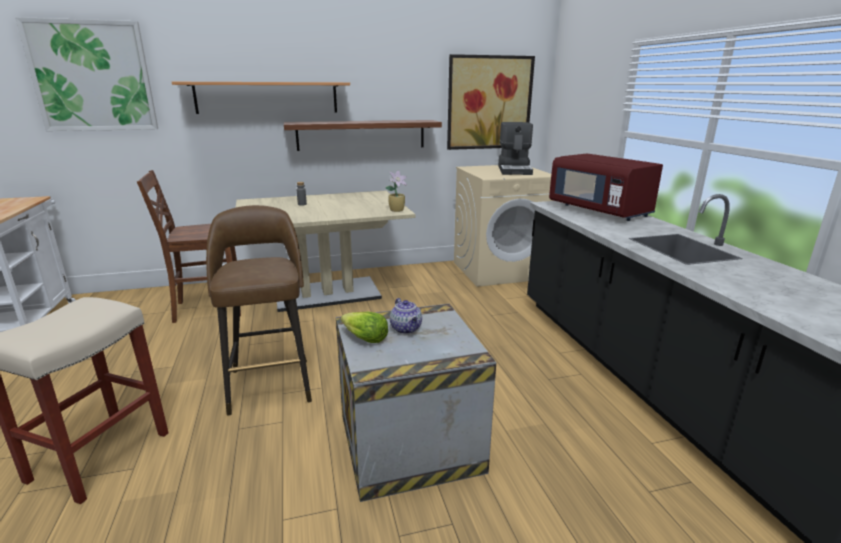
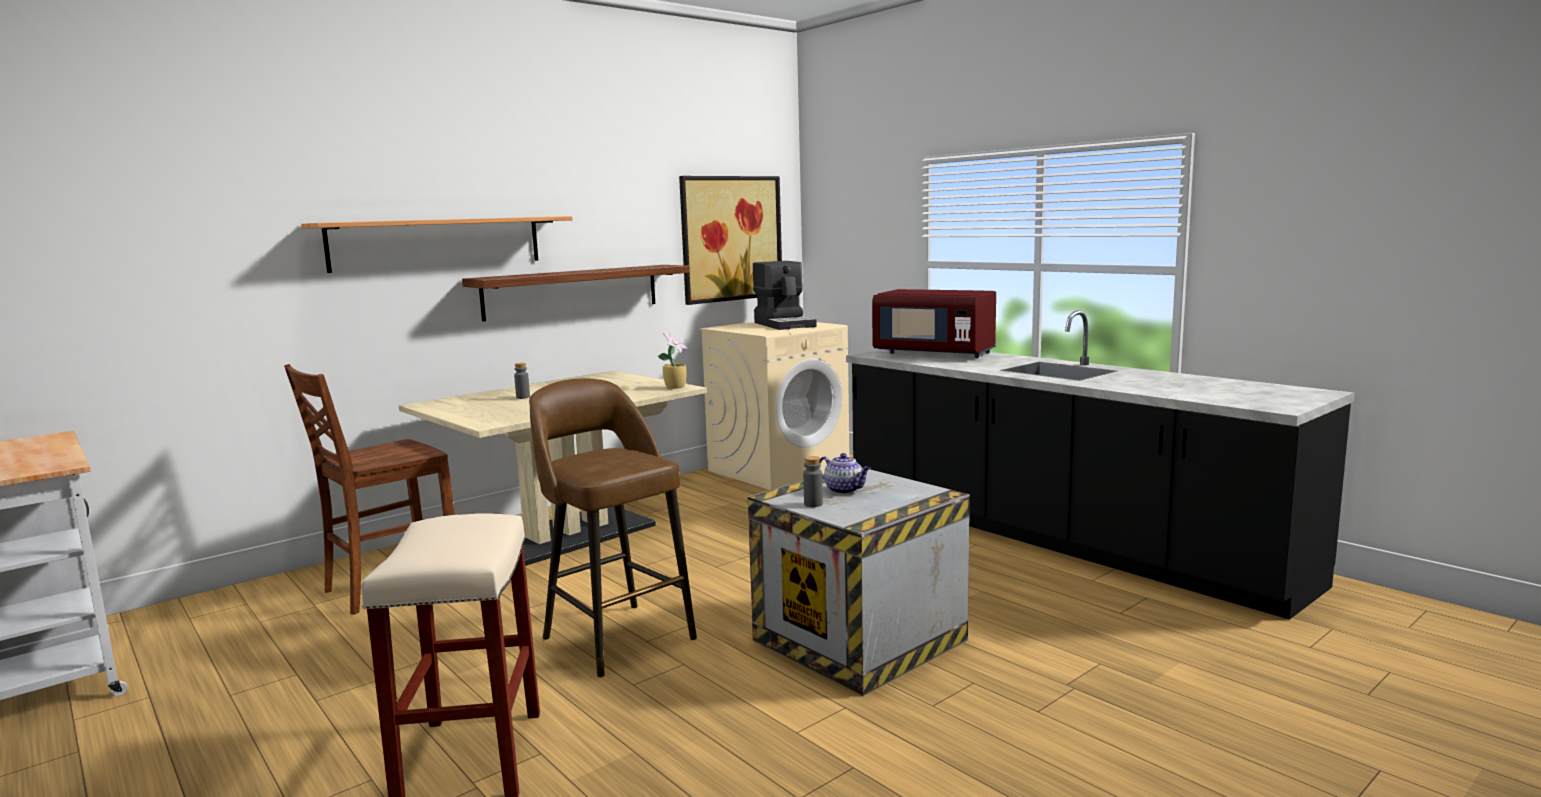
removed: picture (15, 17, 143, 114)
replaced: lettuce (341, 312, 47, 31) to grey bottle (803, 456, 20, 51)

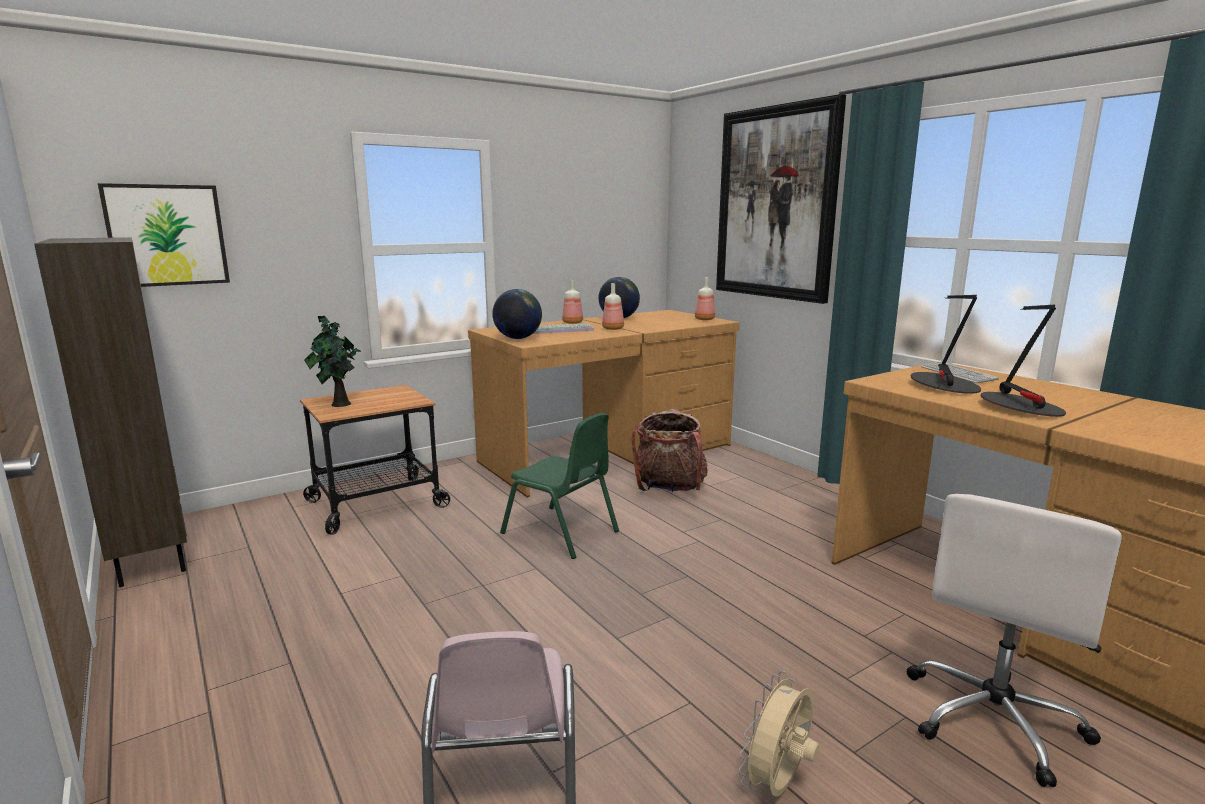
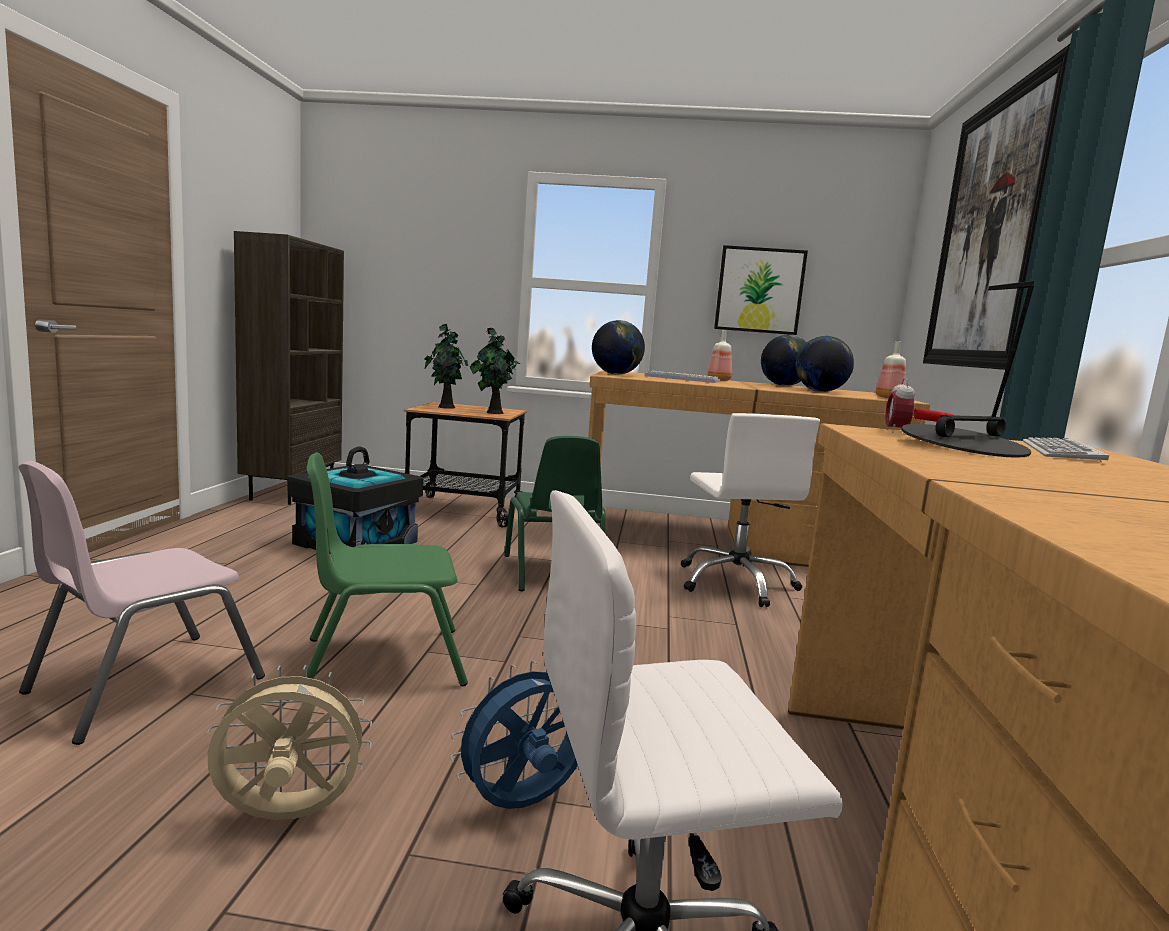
removed: bottle (602, 283, 22, 47); table lamp (980, 304, 86, 113)
added: black storage box (288, 447, 135, 107); green chair (304, 452, 164, 234); blue fan (450, 660, 128, 149); potted plant (470, 328, 50, 86); globe (796, 336, 58, 56); alarm clock (885, 378, 30, 55)
moved: picture (98, 183, 132, 104) to (714, 245, 94, 90)
replaced: backpack (632, 409, 76, 84) to white office chair (681, 413, 139, 194)

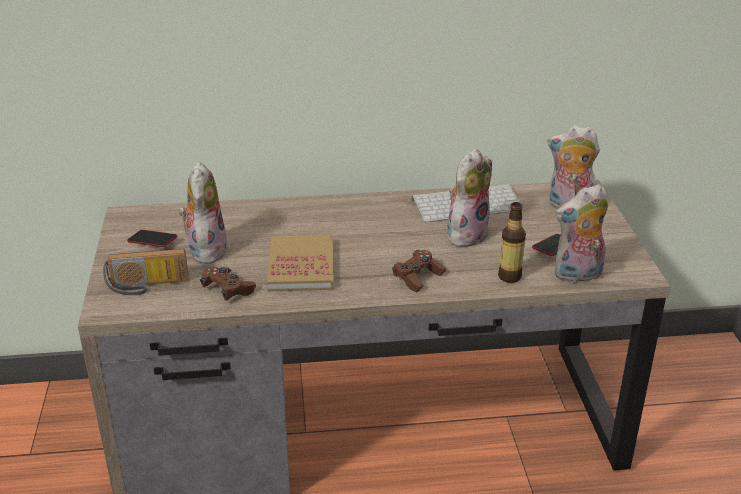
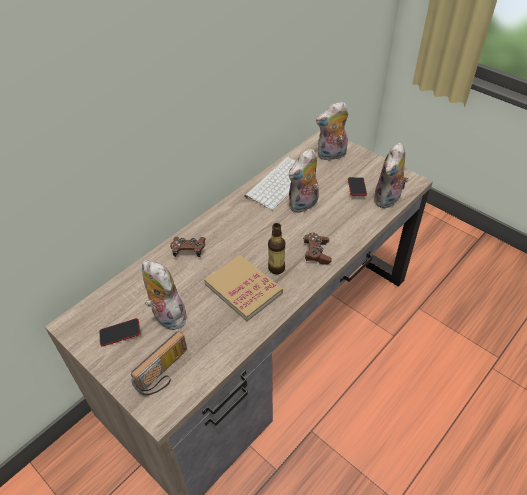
moved: brown game controller (200, 267, 56, 34) to (170, 237, 36, 20); bottle (498, 202, 28, 81) to (268, 223, 17, 51)
turned: plush toy (447, 149, 45, 99) = (289, 149, 30, 64) 135 degrees counterclockwise

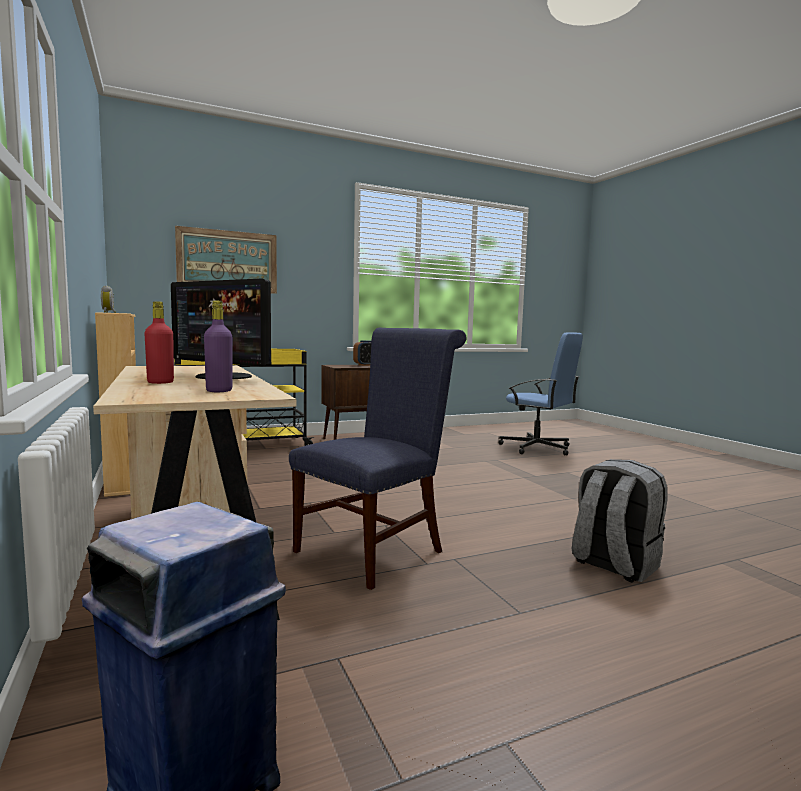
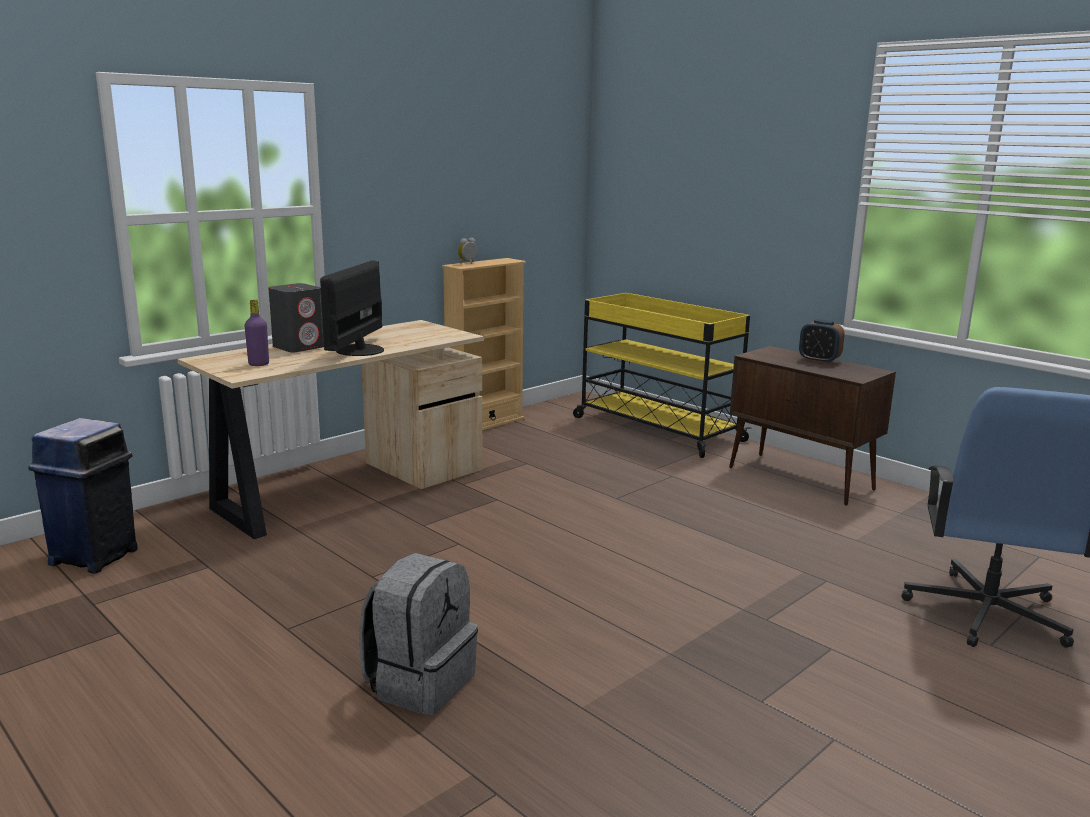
removed: picture (175, 226, 102, 68); blue chair (289, 328, 178, 262)
replaced: red bottle (144, 301, 30, 83) to grey speaker (268, 283, 56, 70)

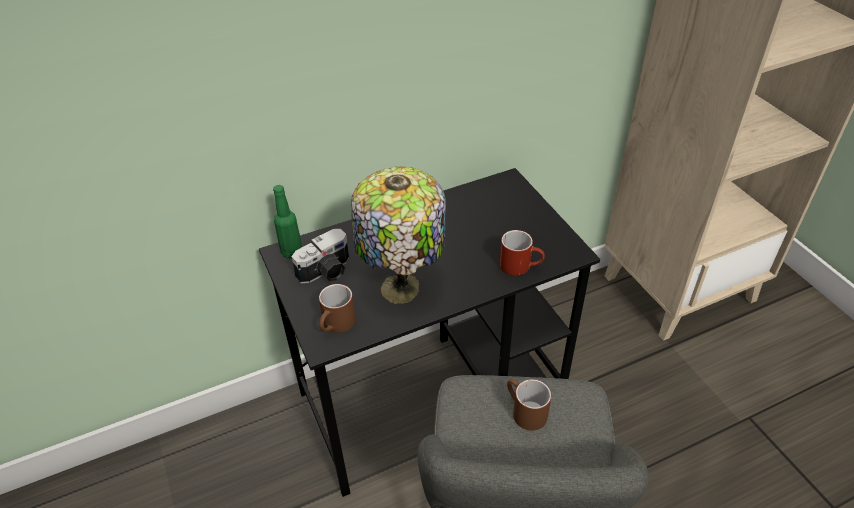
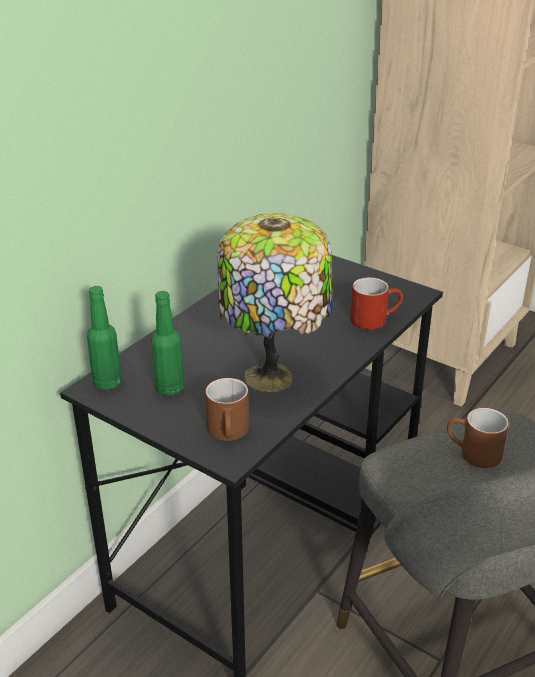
replaced: photo camera (292, 229, 57, 54) to green bottle (151, 291, 33, 105)

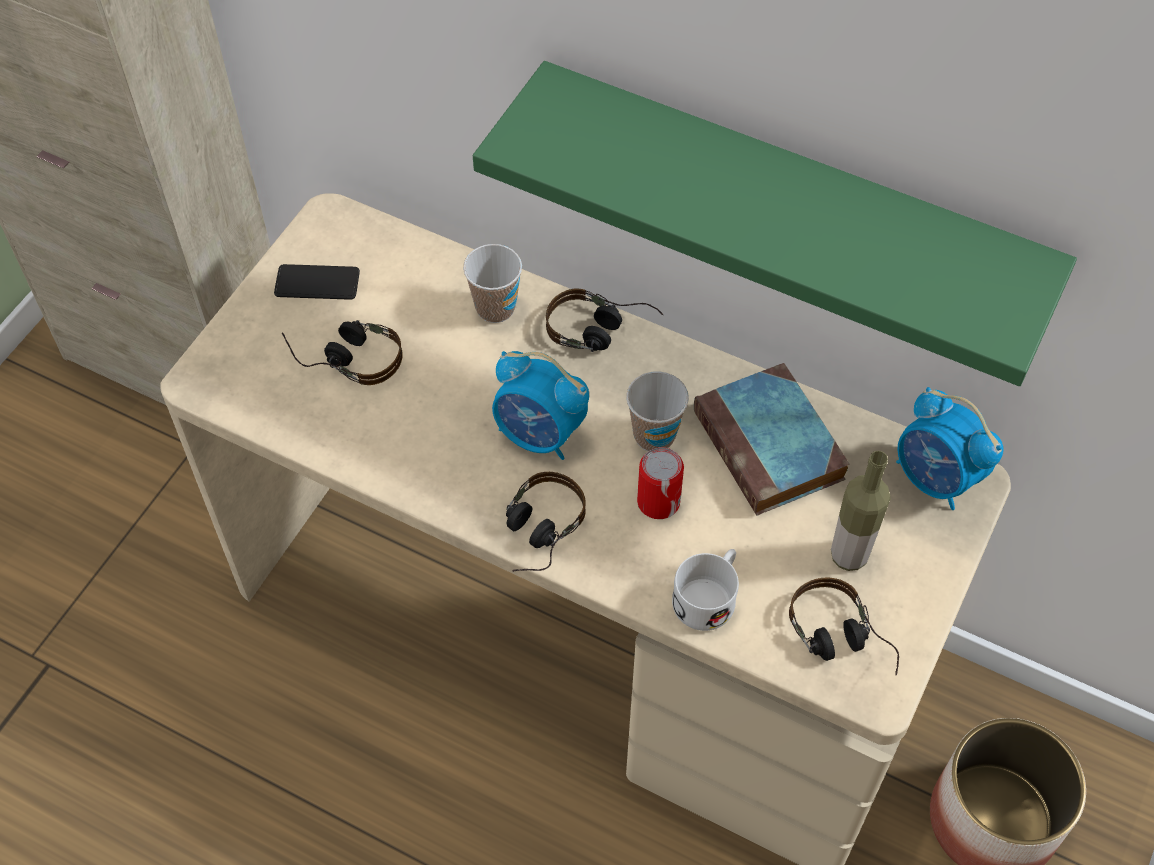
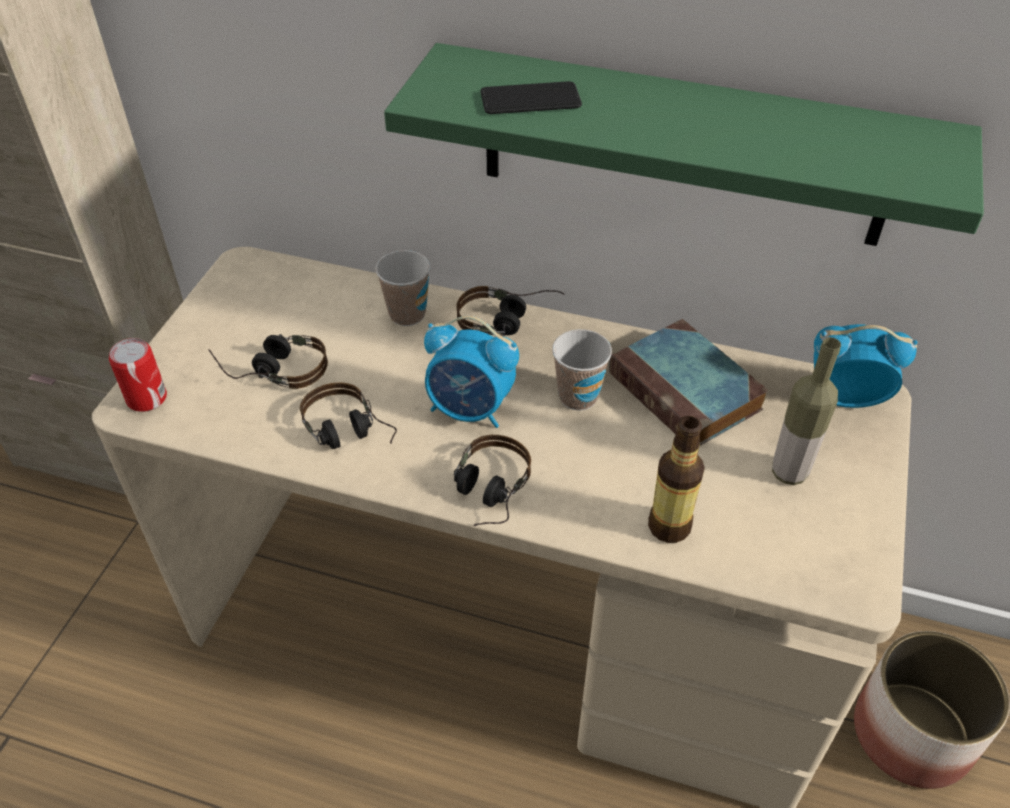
moved: can (637, 447, 47, 72) to (109, 338, 58, 74); headphones (789, 578, 110, 98) to (300, 382, 97, 67); phone (274, 264, 86, 36) to (480, 81, 102, 33)
replaced: white mug (672, 549, 67, 82) to bottle (648, 416, 57, 127)
turned: alarm clock (896, 387, 107, 123) = (814, 324, 104, 84) 150 degrees clockwise

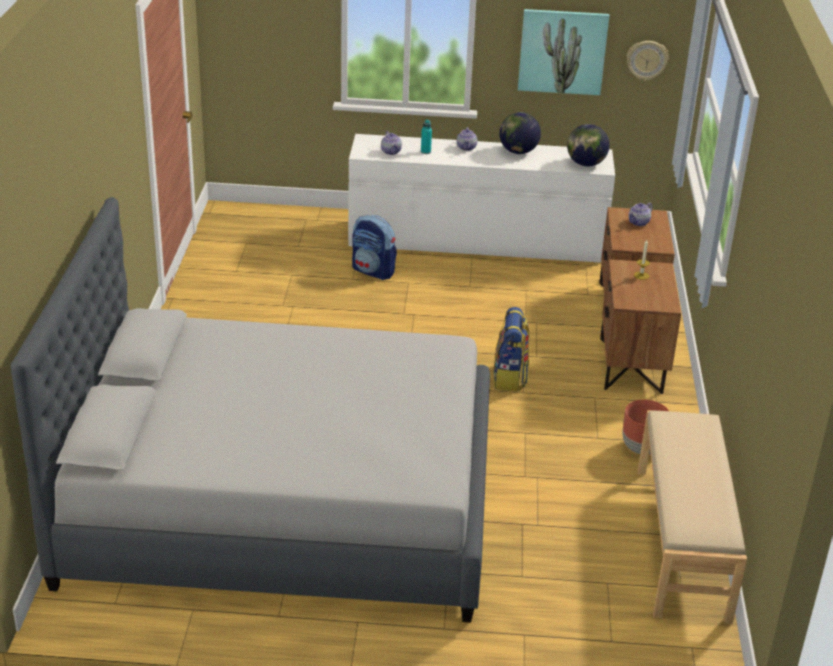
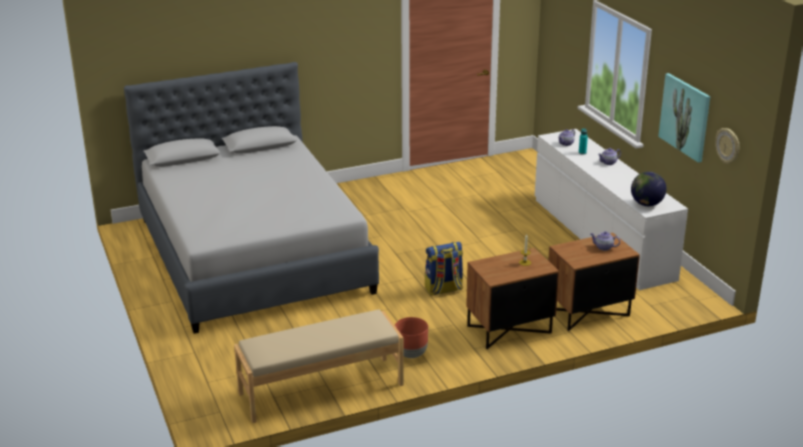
removed: backpack (352, 215, 45, 65); globe (499, 112, 42, 42)

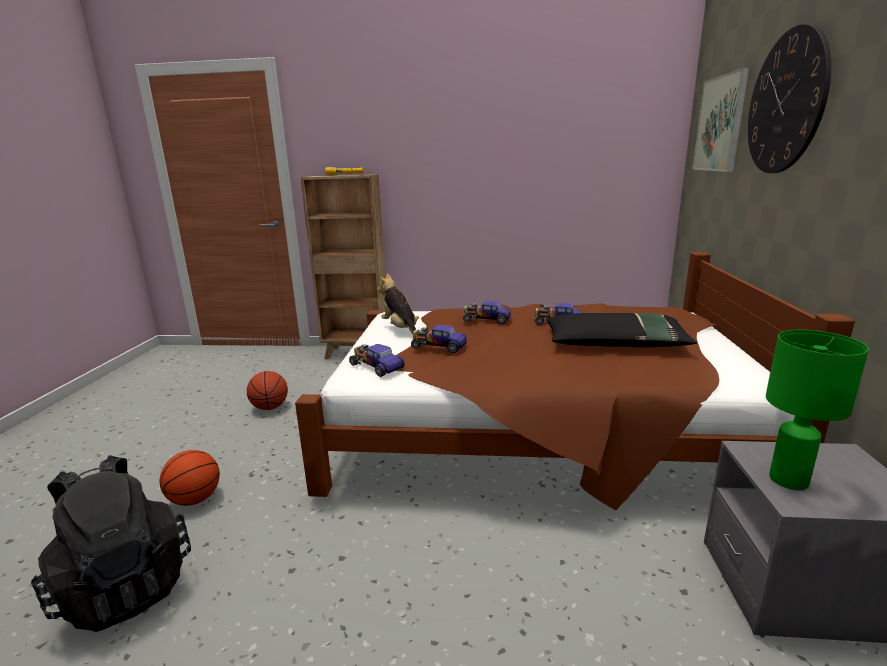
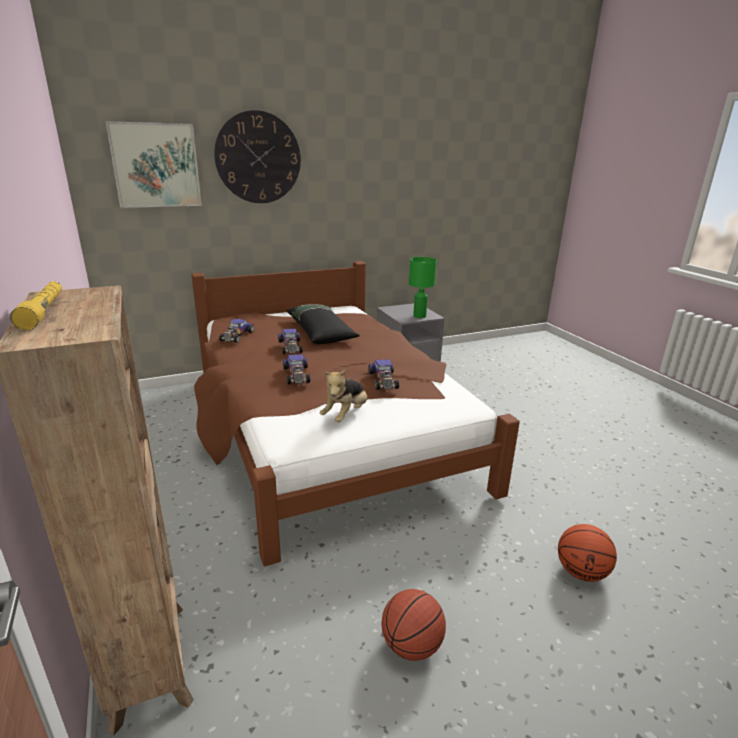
removed: black backpack (31, 455, 160, 177)
moved: toy car (349, 344, 56, 33) to (219, 319, 35, 24)

